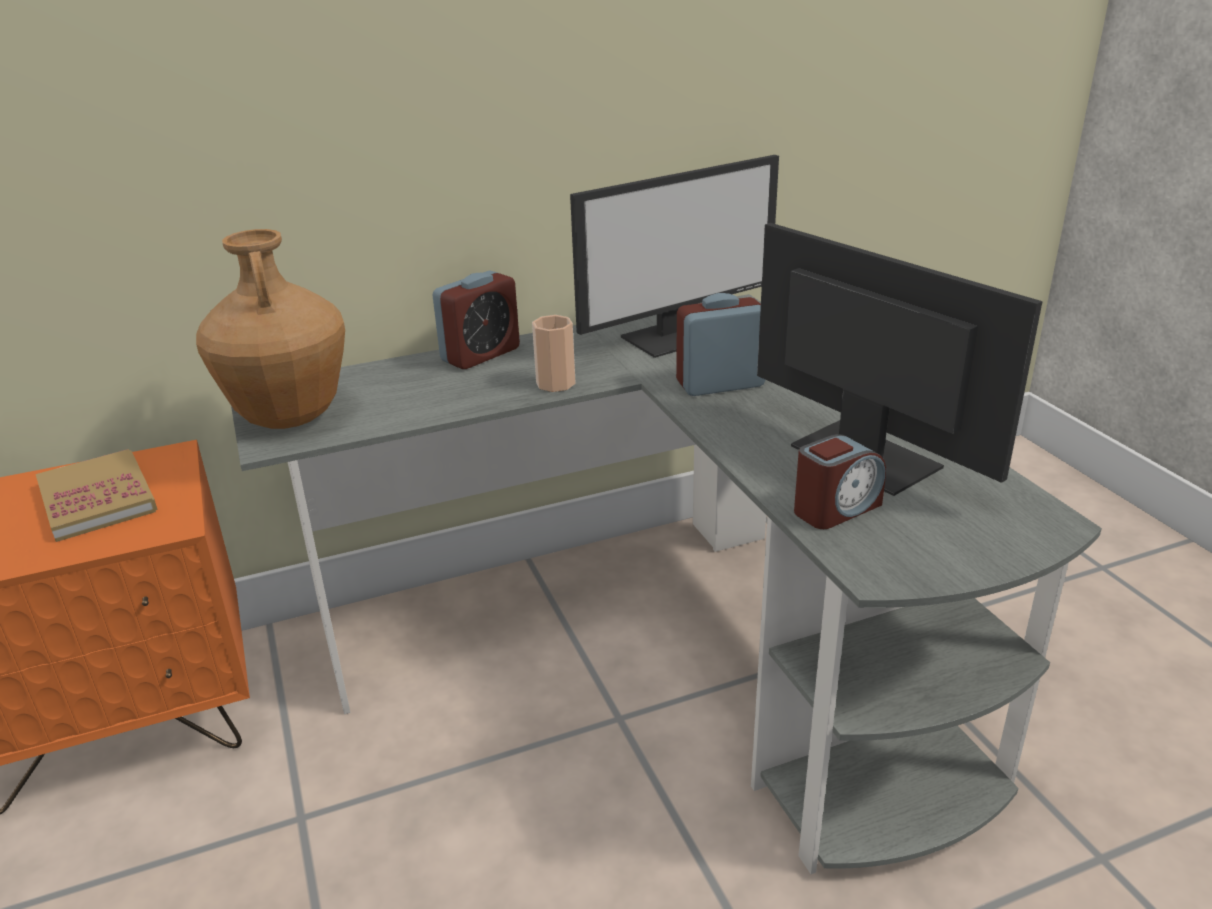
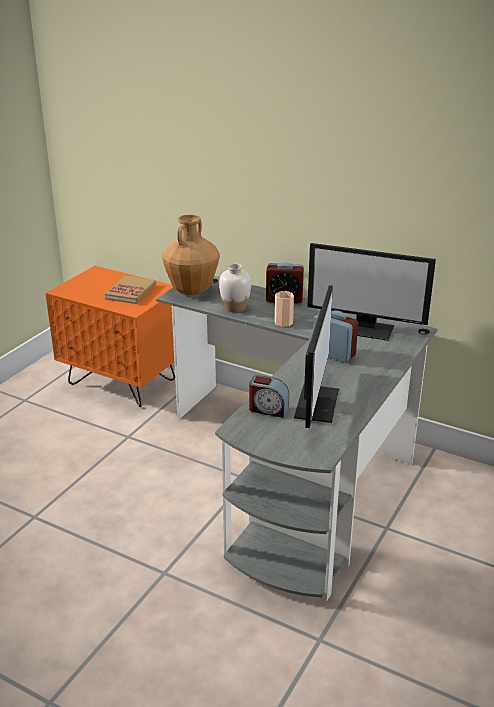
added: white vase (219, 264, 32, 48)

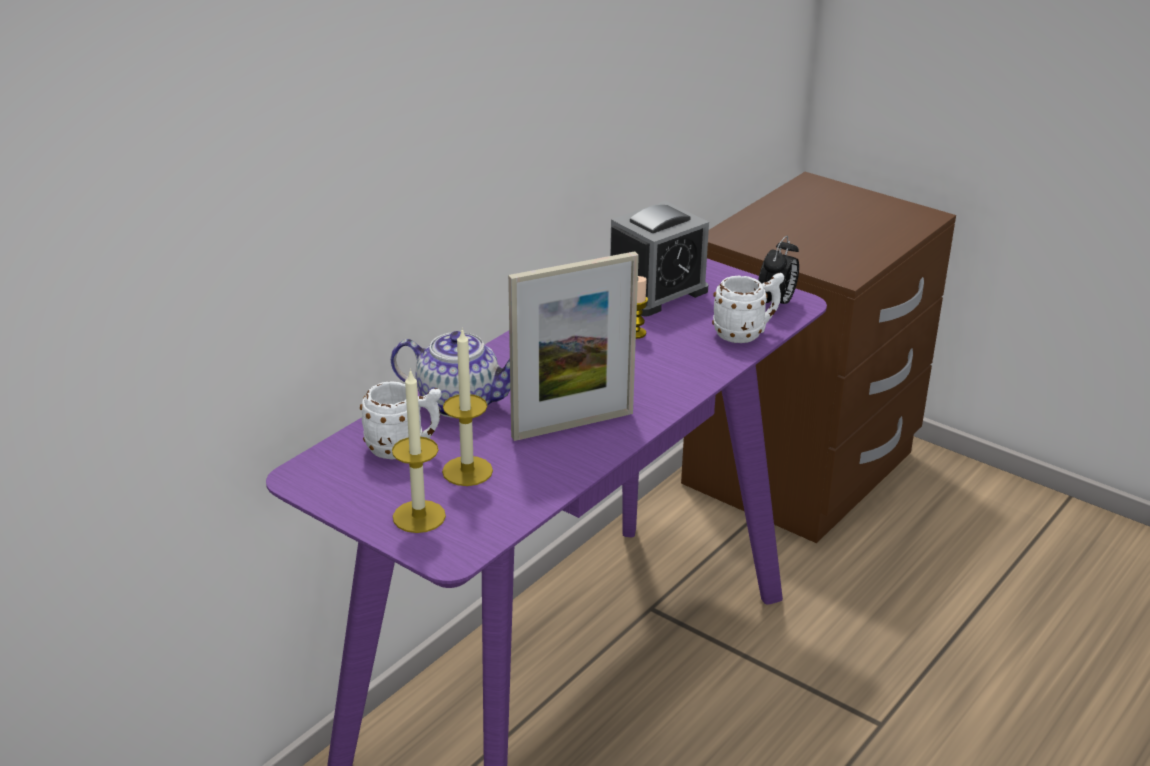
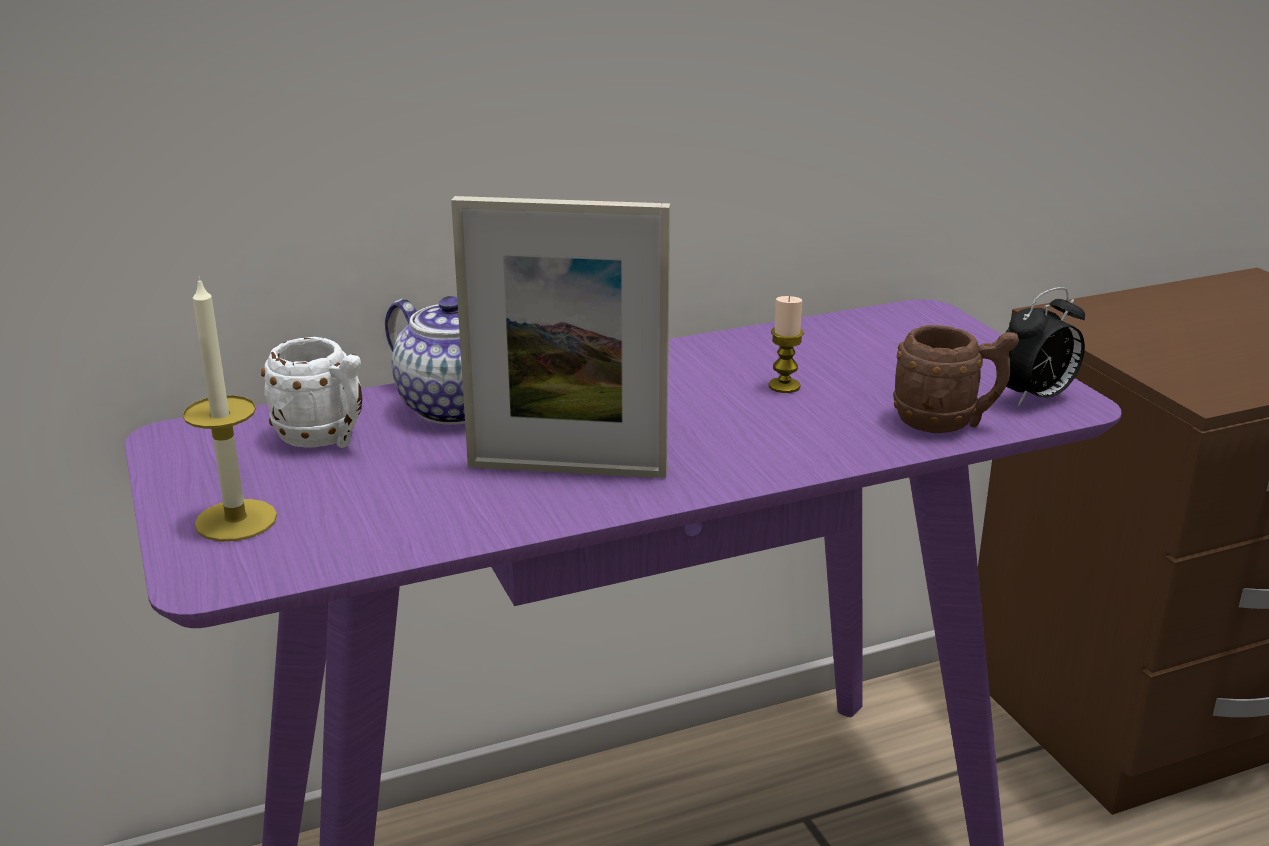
removed: candle (442, 329, 51, 157); alarm clock (610, 201, 99, 115)
recoloured: white mug (712, 273, 72, 70) to brown mug (893, 325, 126, 108)

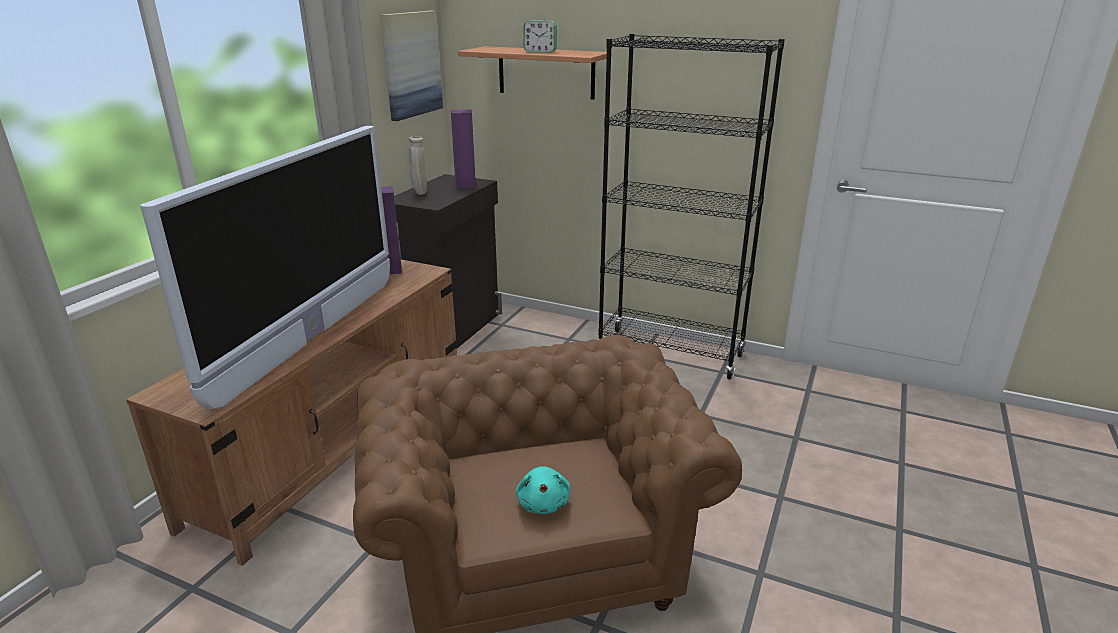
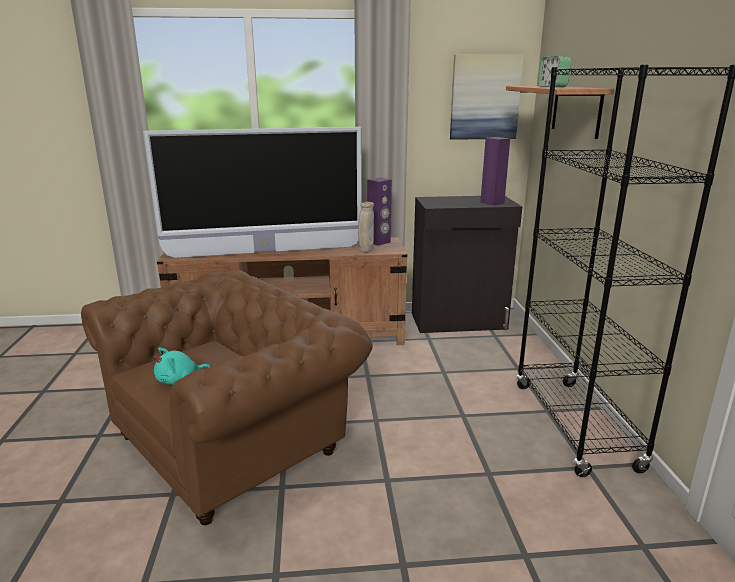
moved: beige vase (409, 136, 18, 59) to (358, 202, 16, 50)

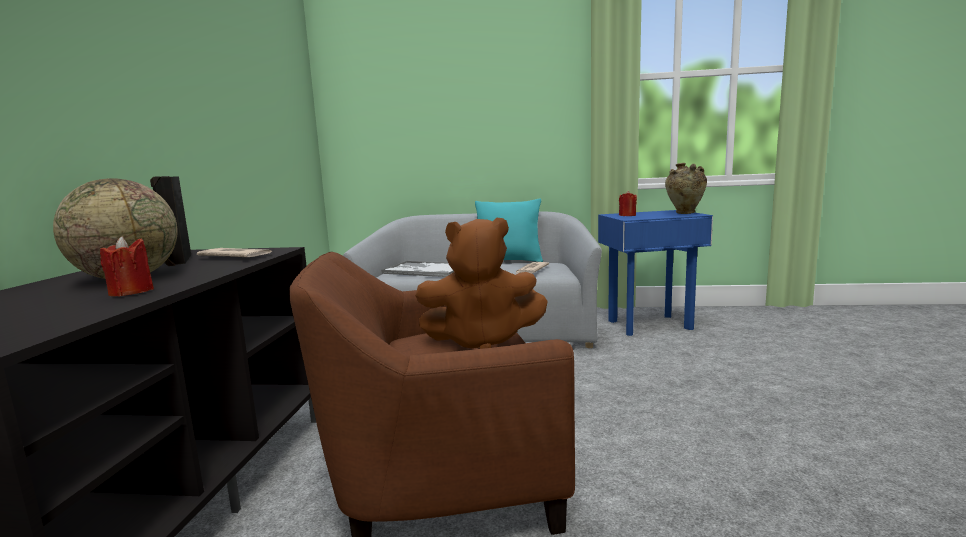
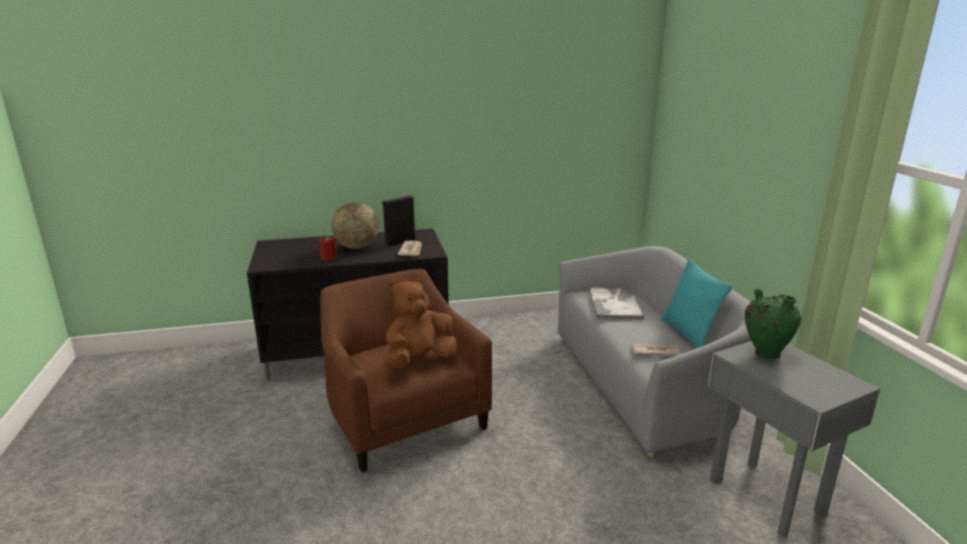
removed: beige vase (665, 163, 42, 51)
replaced: red candle (619, 191, 18, 25) to green vase (745, 288, 56, 71)
recoloured: blue side table (598, 210, 115, 126) to grey side table (708, 341, 172, 196)
turned: brown plush toy (415, 218, 133, 131) = (383, 278, 74, 91) 75 degrees clockwise

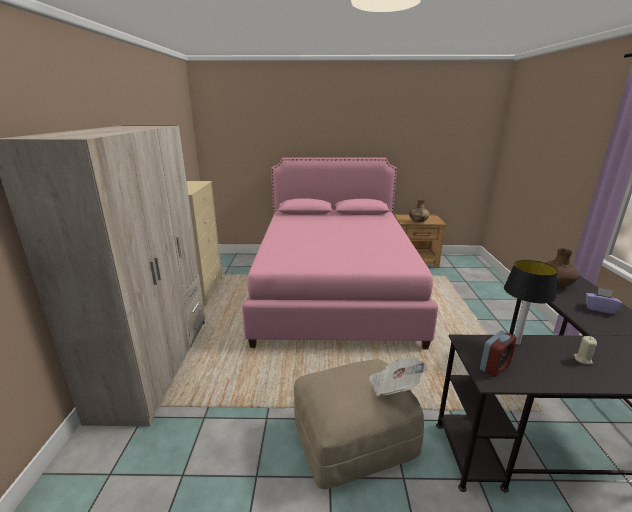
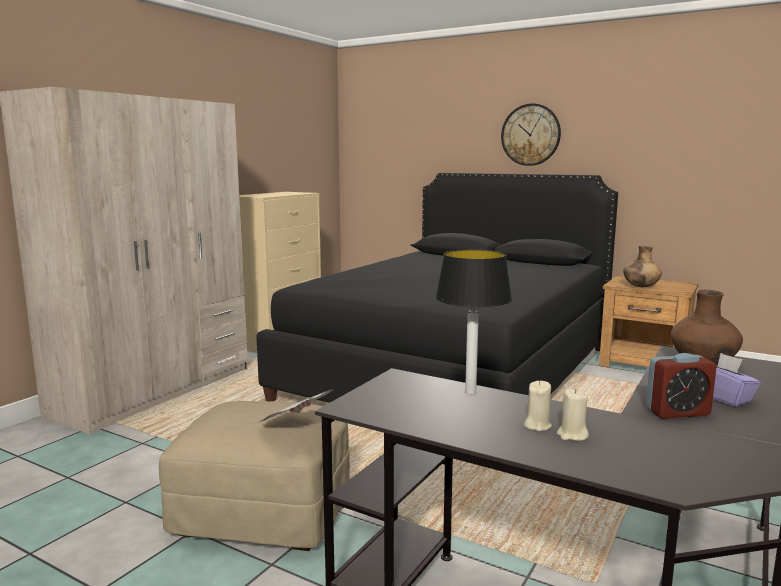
added: wall clock (501, 103, 60, 63); beige candle (557, 389, 32, 52)
moved: alarm clock (480, 331, 37, 46) to (646, 353, 71, 66)
recoloured: pink bed (242, 157, 196, 192) to black bed (256, 173, 362, 230)

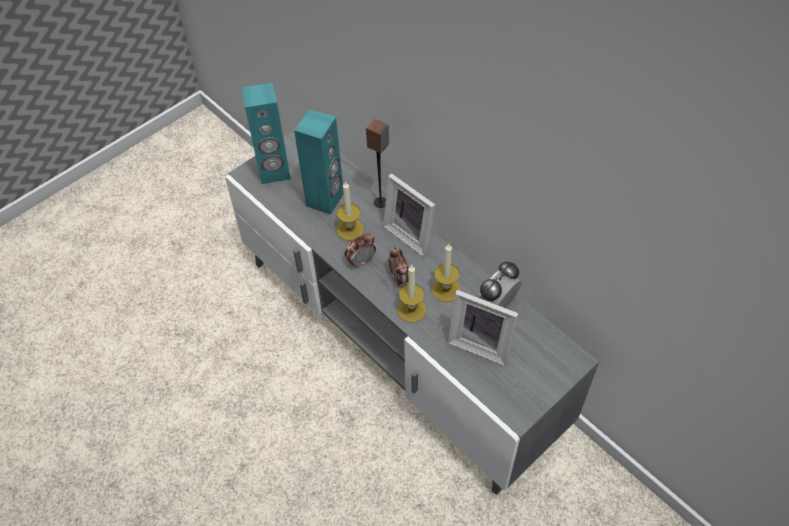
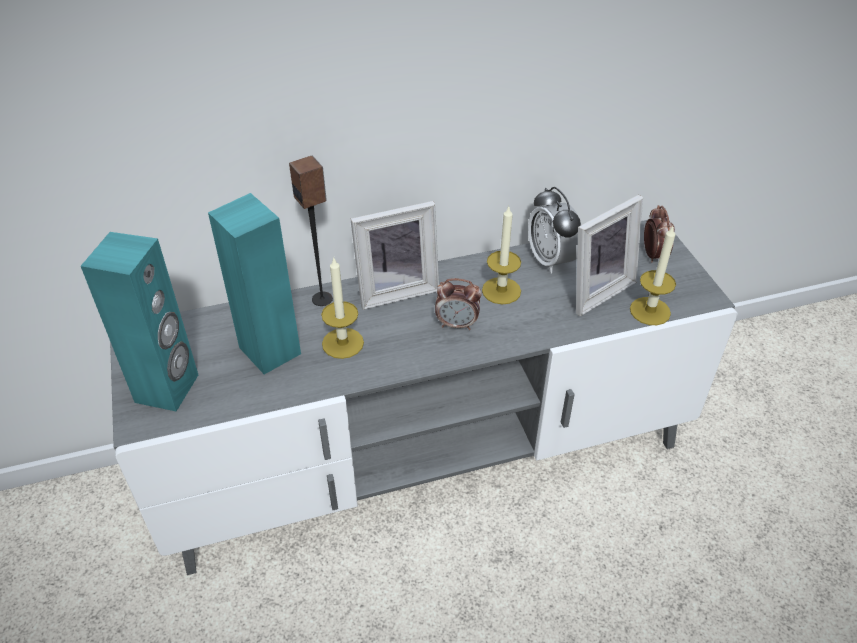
moved: candle (397, 264, 29, 59) to (630, 226, 46, 99); alarm clock (344, 233, 32, 35) to (644, 205, 31, 57)

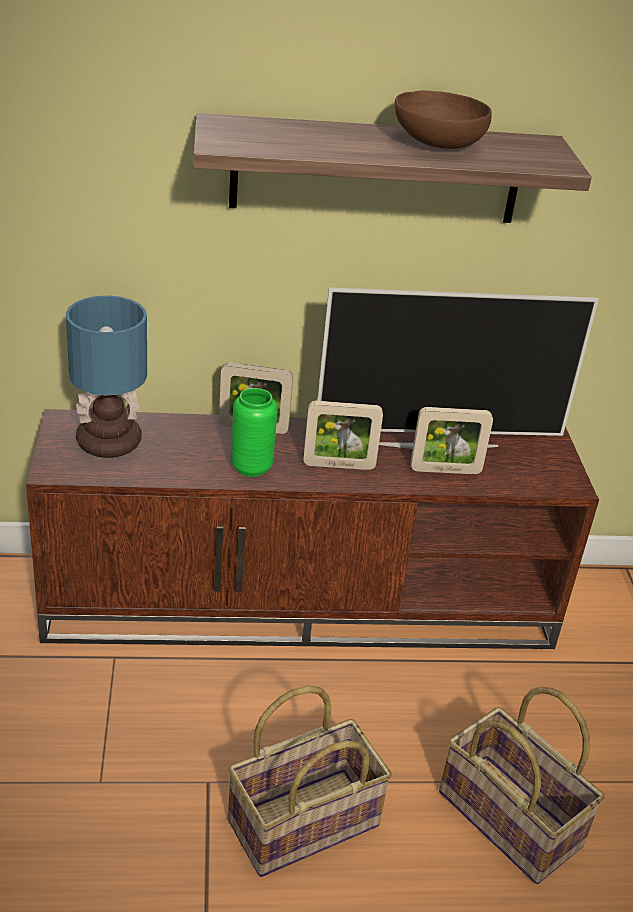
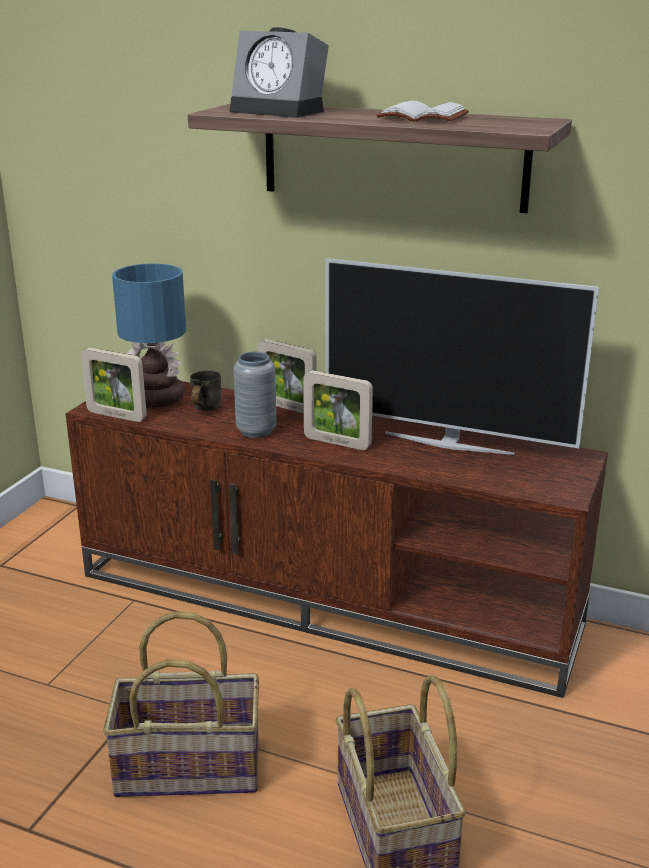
added: grey mug (190, 371, 31, 40); alarm clock (230, 27, 99, 91)
moved: picture frame (411, 407, 82, 67) to (81, 348, 66, 74)
replaced: brown bowl (395, 90, 97, 59) to white book (376, 101, 93, 21)
recoloured: green vase (231, 388, 47, 89) to grey vase (233, 352, 43, 86)

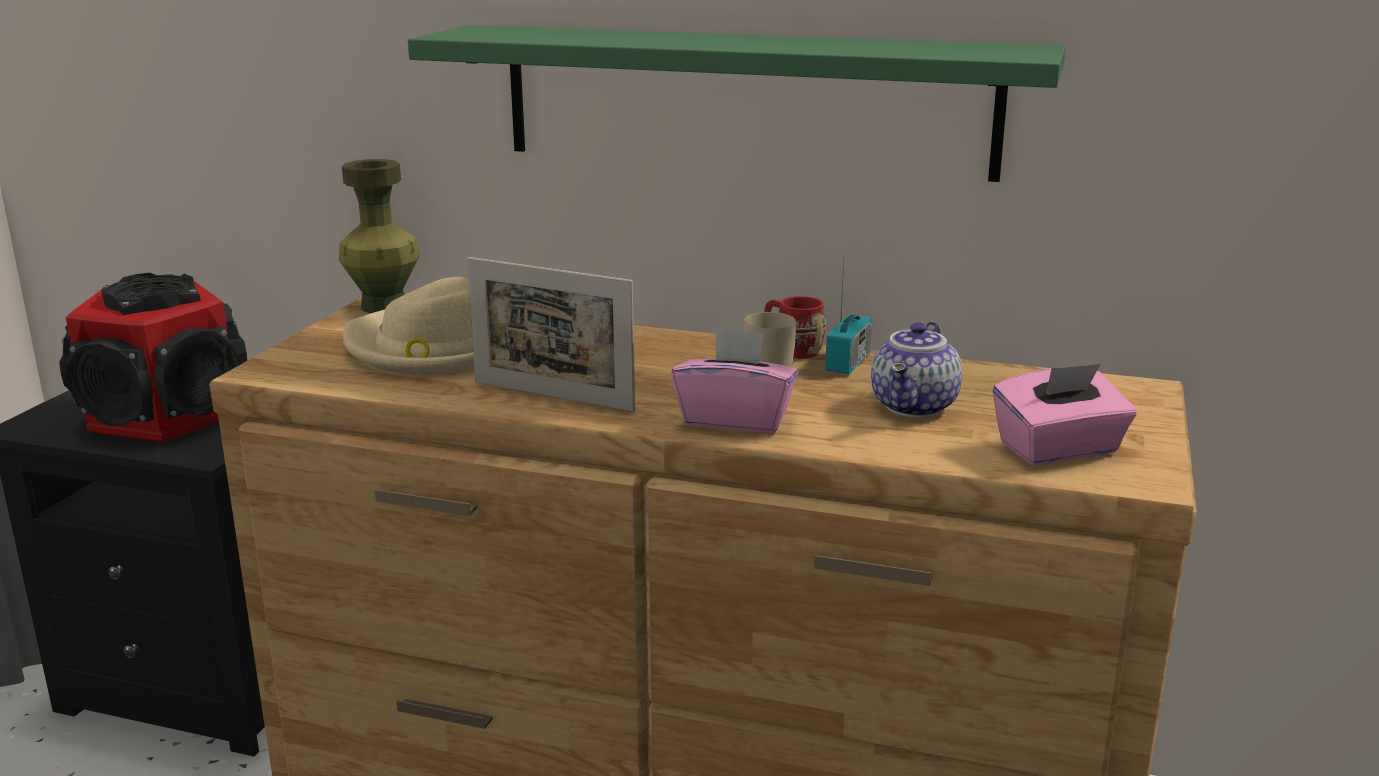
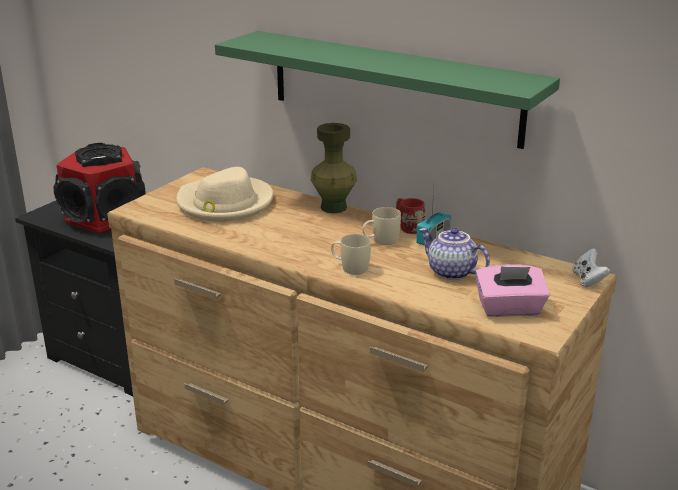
removed: picture frame (467, 257, 168, 155)
added: white game controller (572, 248, 39, 39)
moved: green vase (339, 159, 81, 154) to (311, 123, 46, 90)
replaced: pink tissue box (671, 329, 127, 104) to beige mug (331, 234, 40, 41)
turned: teapot (871, 321, 91, 97) = (419, 228, 71, 52) 90 degrees clockwise

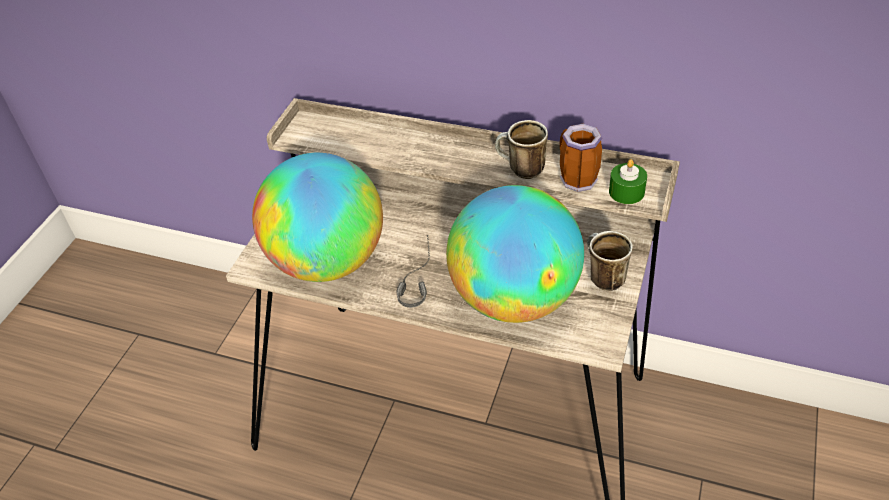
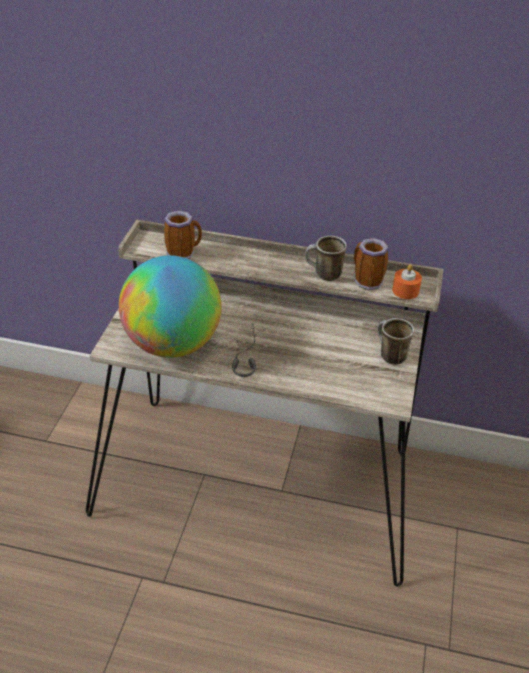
removed: globe (446, 185, 138, 138)
added: mug (164, 211, 38, 48)
recoloured: green candle (609, 159, 38, 45) to orange candle (392, 264, 30, 35)

